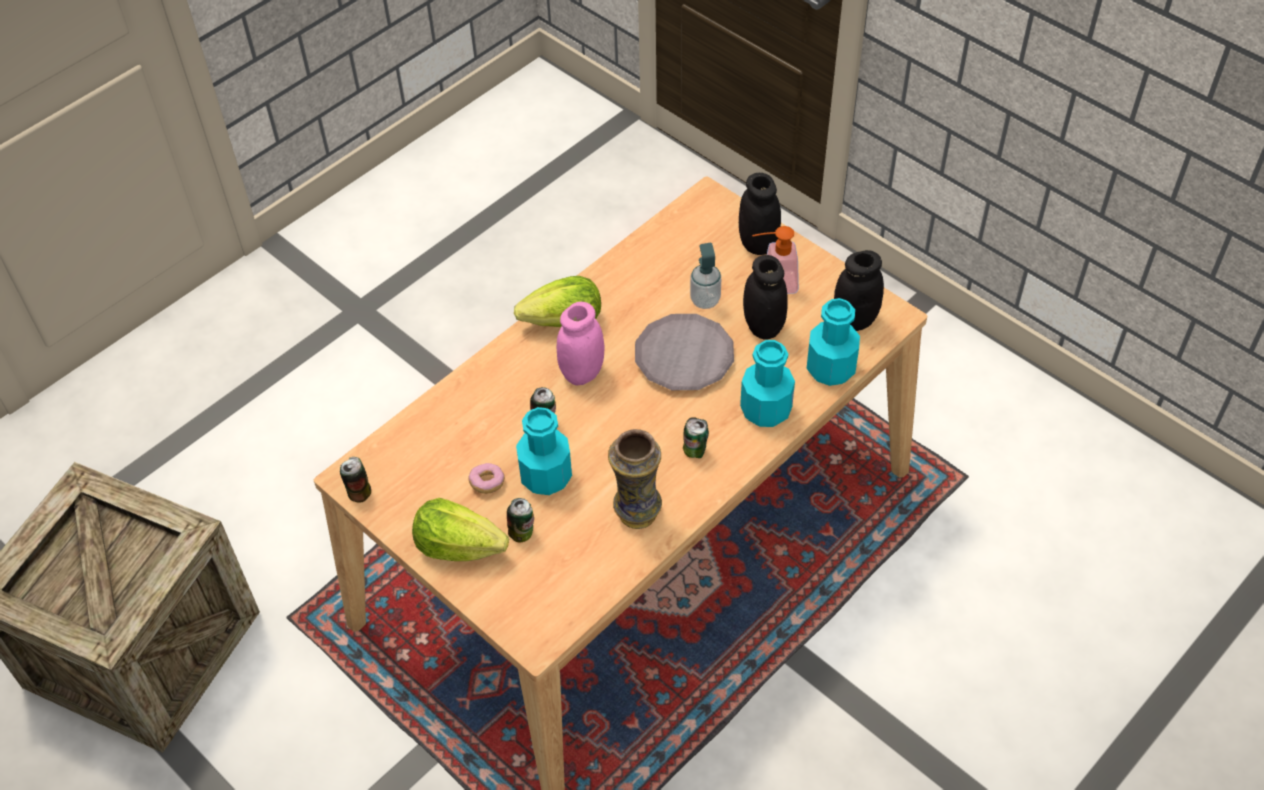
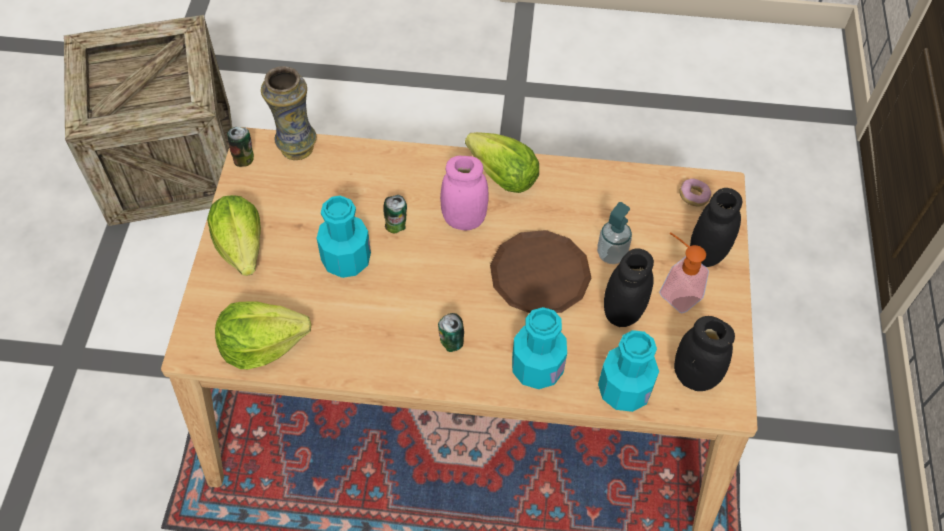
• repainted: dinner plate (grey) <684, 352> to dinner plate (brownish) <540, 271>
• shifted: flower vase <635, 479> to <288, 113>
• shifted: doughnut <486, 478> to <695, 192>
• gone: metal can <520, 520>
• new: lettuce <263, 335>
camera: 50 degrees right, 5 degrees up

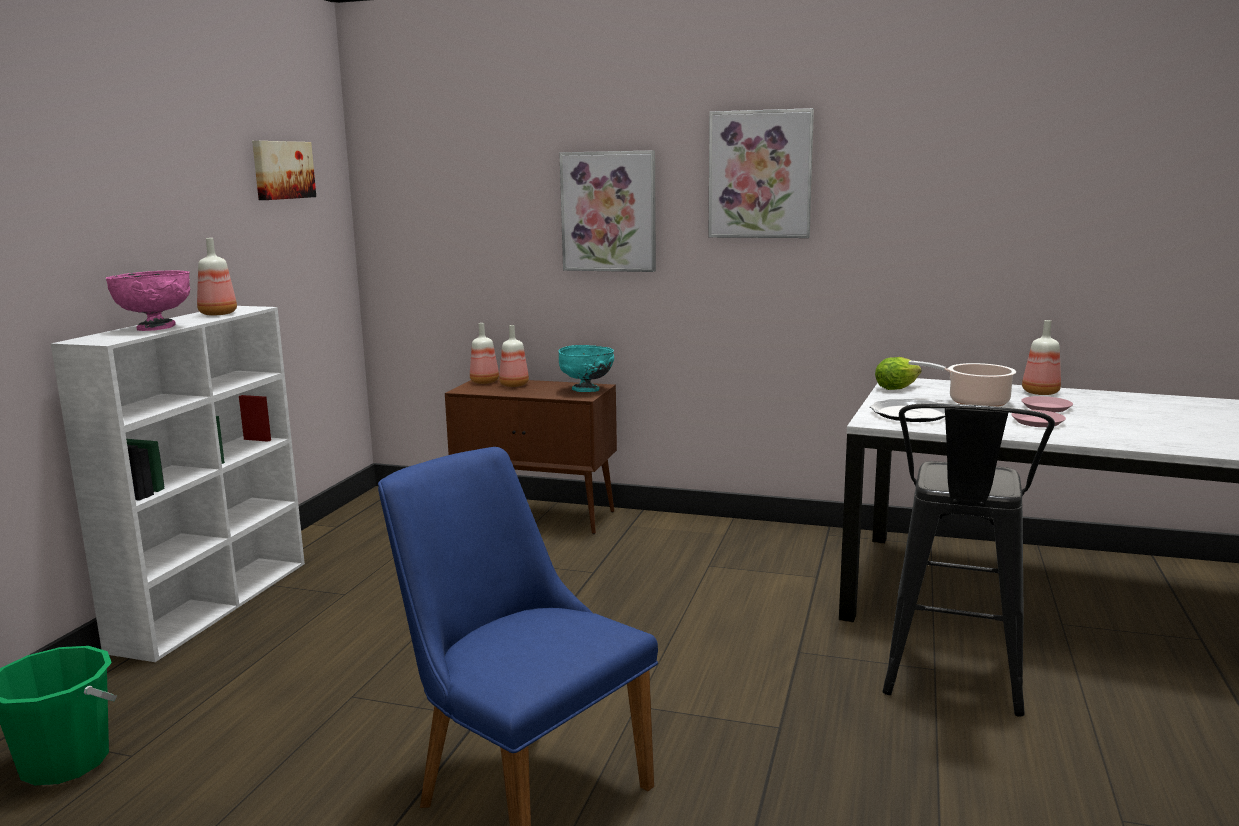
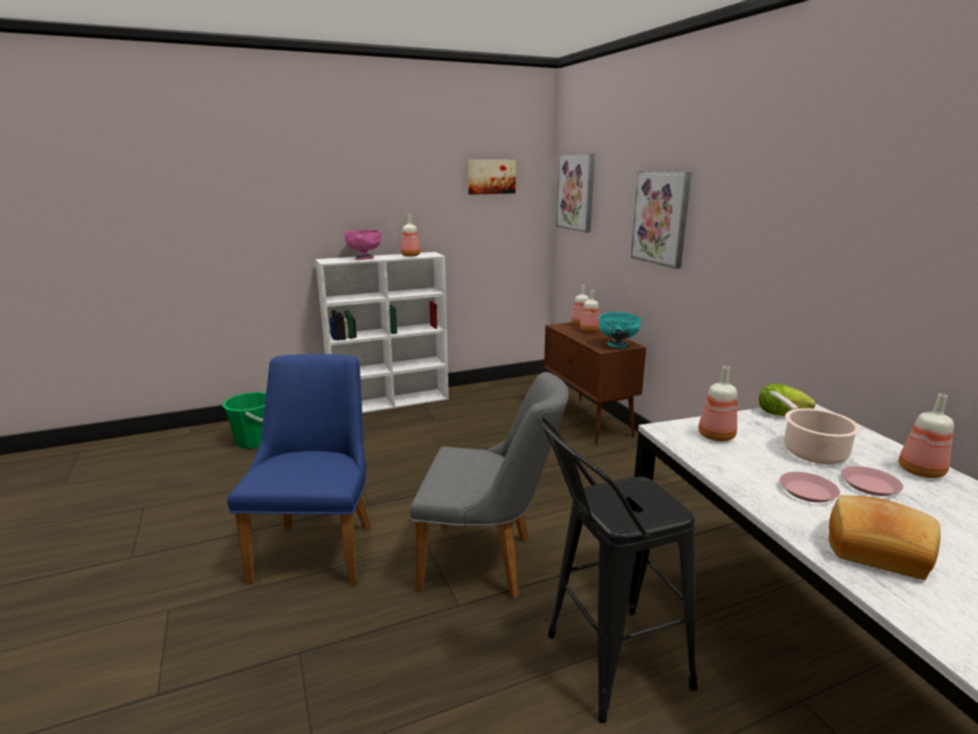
• shifted: wall art <761, 173> to <575, 193>
• swapped: dinner plate <907, 410> to drink bottle <717, 403>
• new: chair (grey) <489, 485>
• new: baked bread <885, 537>
camera: 50 degrees right, 5 degrees up

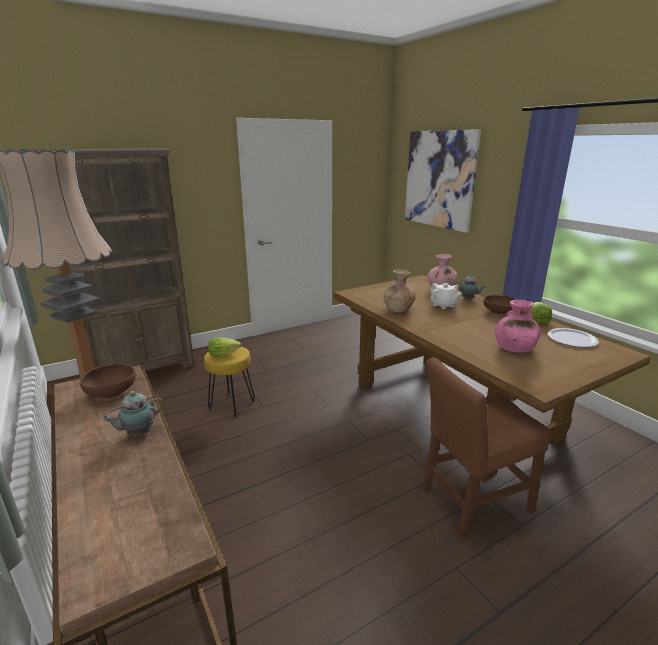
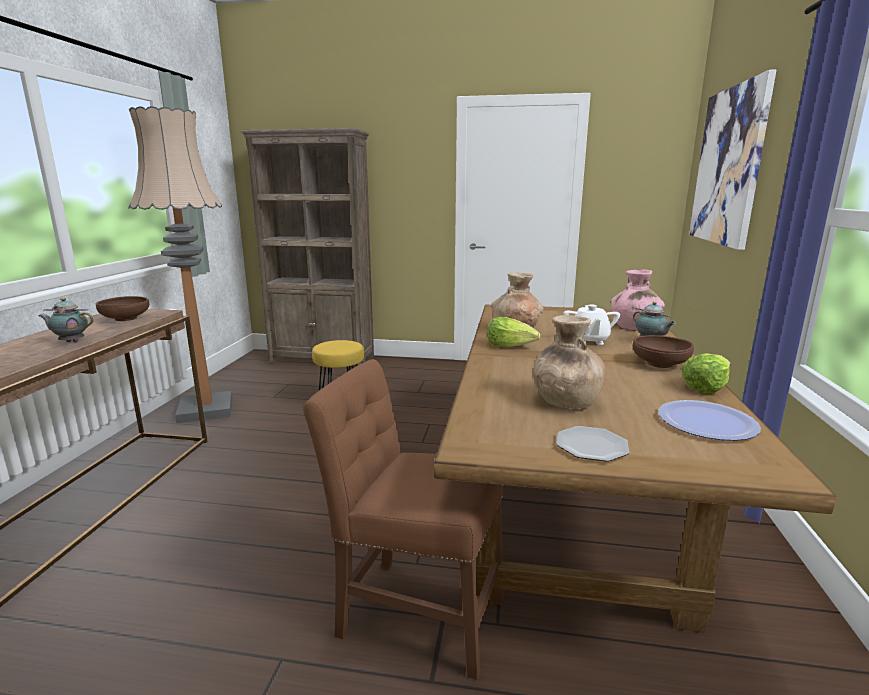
• repainted: flower vase (pink) <518, 326> to flower vase (brownish) <569, 362>
• shifted: lettuce <225, 347> to <513, 332>
• new: dinner plate <593, 444>
camera: 40 degrees right, 5 degrees down

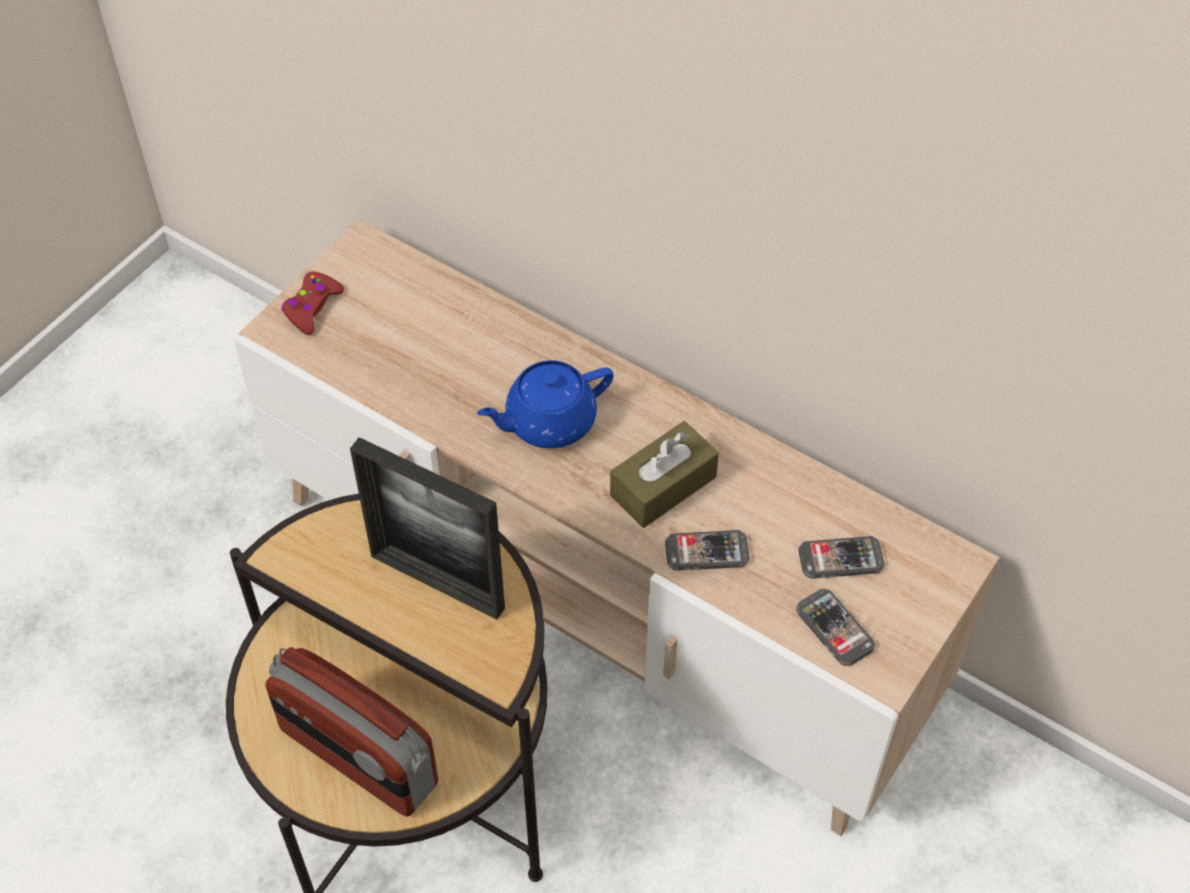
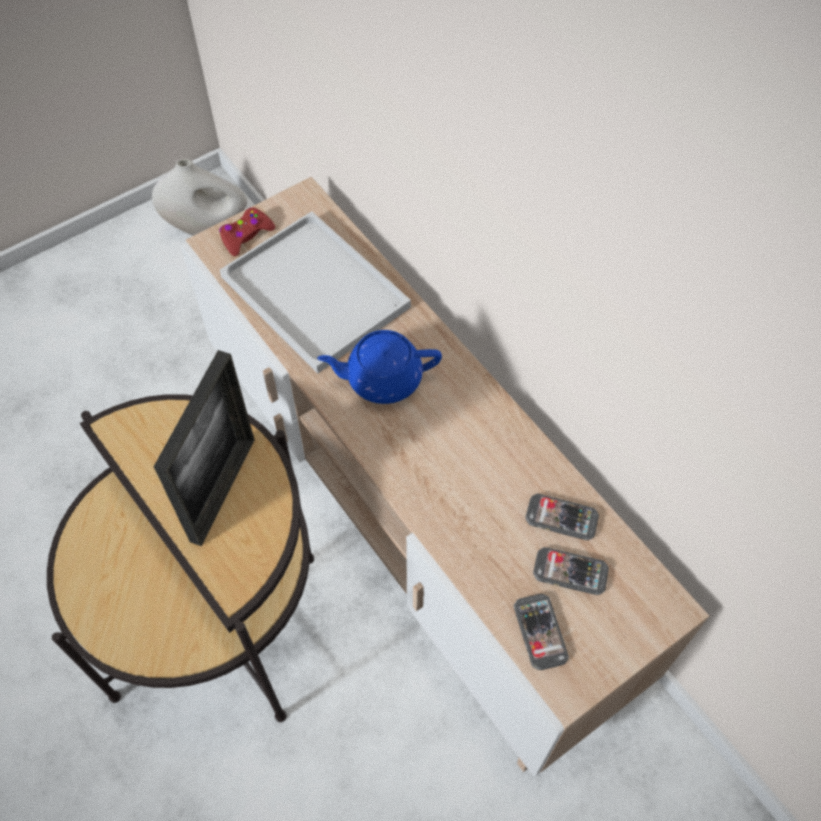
• gone: tissue holder (brownish) <664, 474>
• rotated: photo frame <427, 528> = <204, 448> 120 degrees counterclockwise
• shifted: telephone <707, 550> to <562, 517>
• gone: radio <351, 731>
• new: flower vase (white-coloured) <199, 197>
• new: tray (white-coloured) <315, 292>
camera: 20 degrees right, 5 degrees up

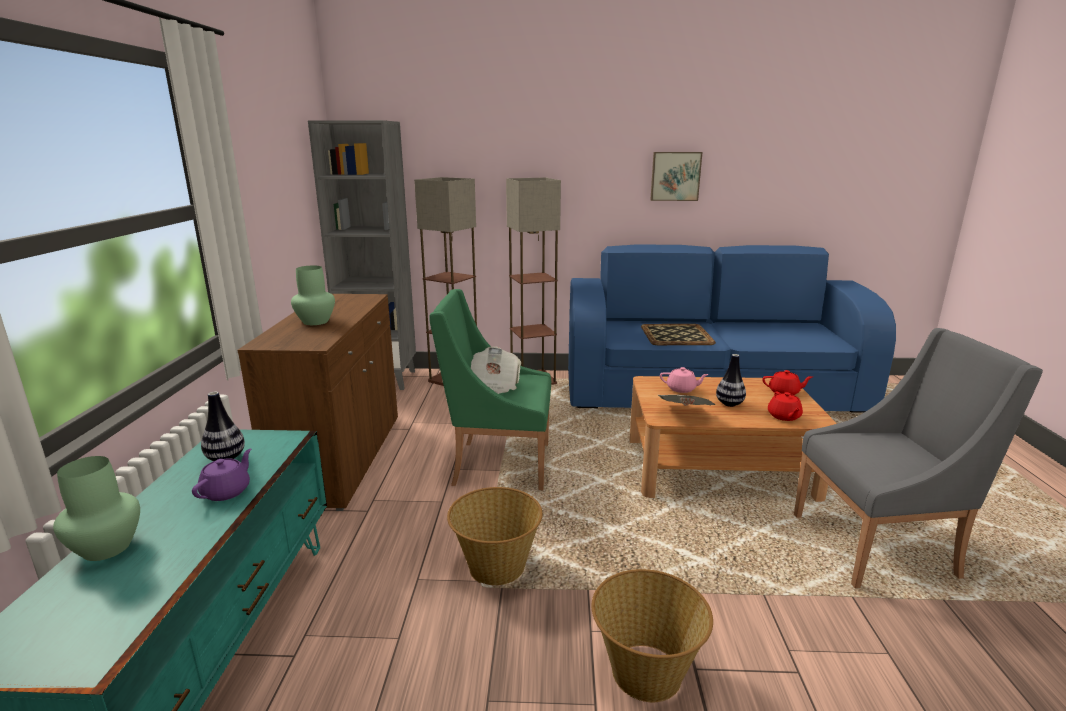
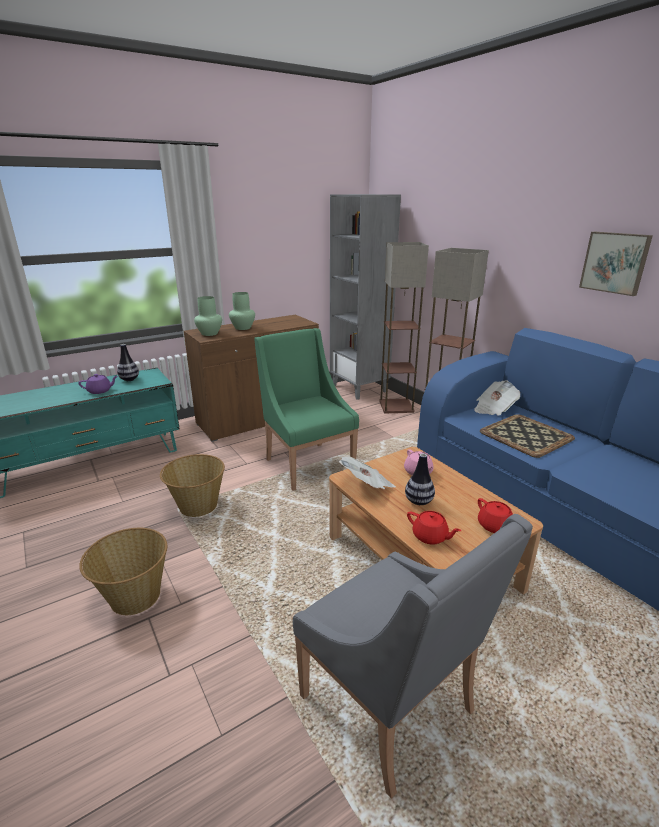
• shifted: printed paper <496, 370> to <497, 397>
• rotated: pot for tea (red) <785, 406> = <434, 528> 105 degrees counterclockwise
• shifted: flower vase (green) <96, 508> to <208, 316>
camera: 55 degrees right, 5 degrees up

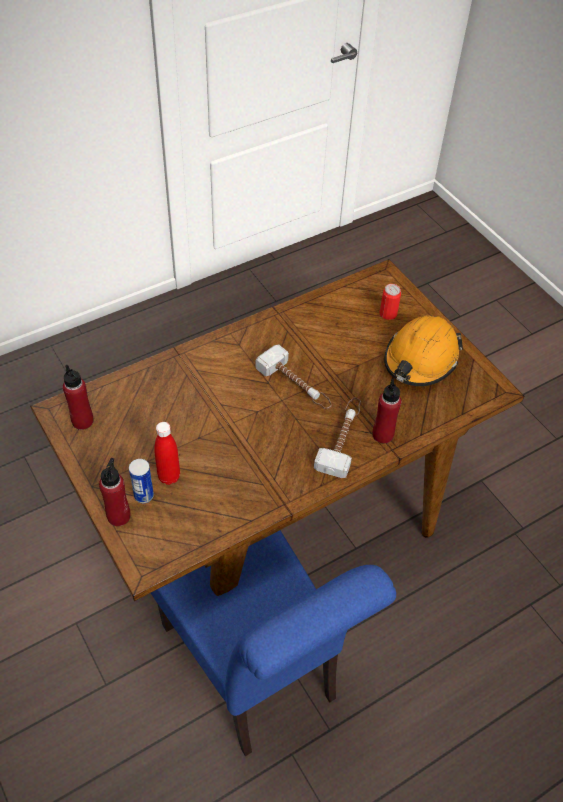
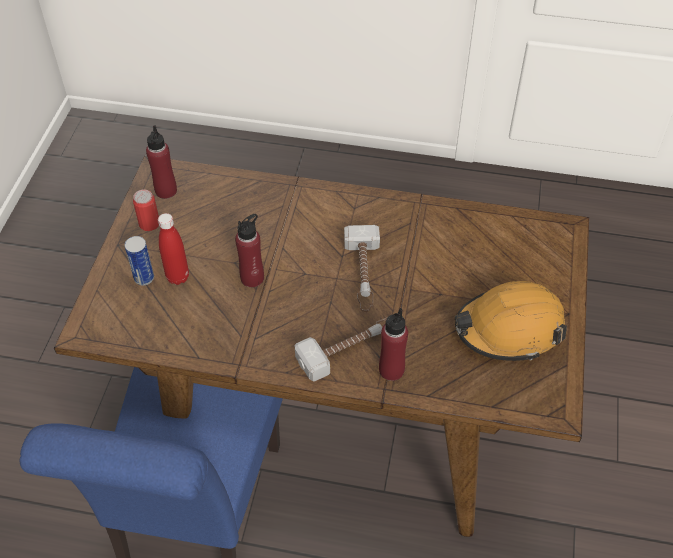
• shifted: metal can <390, 302> to <146, 210>
• shifted: drink bottle (red) <115, 492> to <249, 250>
camera: 45 degrees right, 0 degrees up

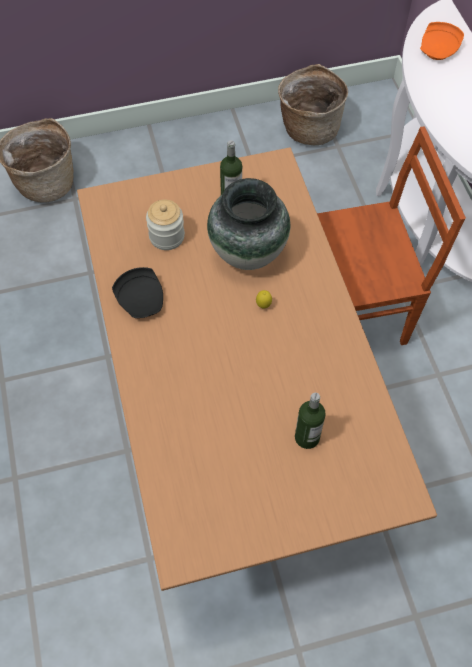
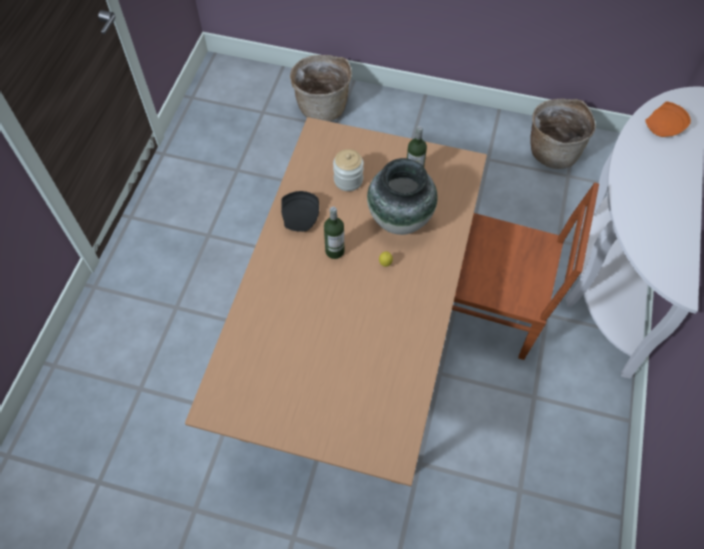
• shifted: drink bottle <310, 421> to <334, 233>
camera: 30 degrees right, 0 degrees up

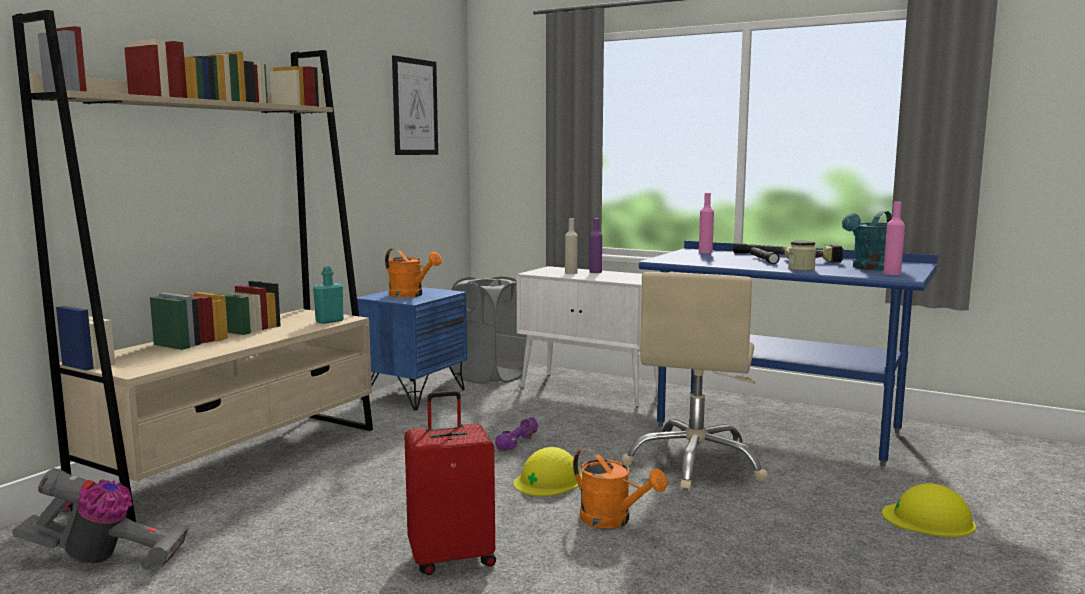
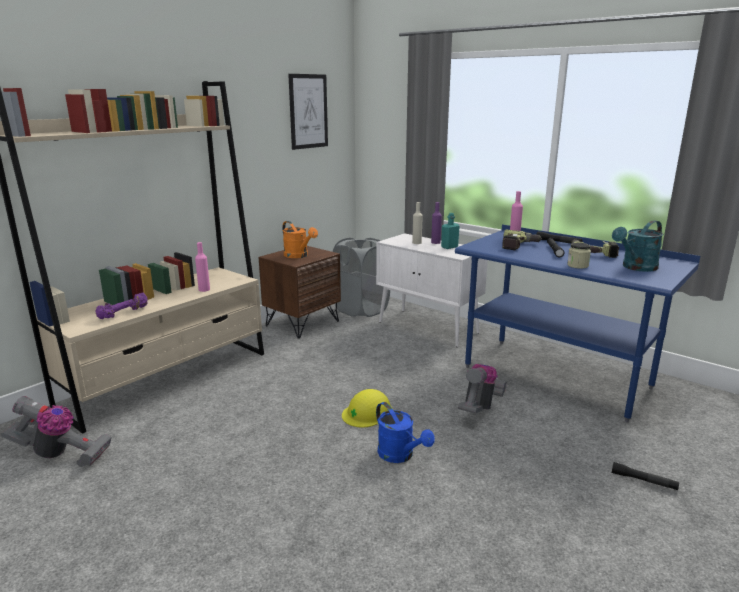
• shifted: drink bottle (pink) <894, 238> to <202, 267>
• shifted: drink bottle (blue-green) <328, 295> to <450, 231>
• swapped: office chair (beige) <695, 382> to vacuum <482, 389>
• repainted: bedside table (bluish) <412, 348> to bedside table (brownish) <300, 292>
• gone: piece of luggage (red) <450, 482>
• shifted: hand weight (purplish) <516, 434> to <121, 306>
• repainted: sprinkling can (orange-coloured) <620, 488> to sprinkling can (bluish) <405, 432>
• swapped: work helmet (yellow-coloured) <929, 510> to torch (black-coloured) <645, 476>
• new: electric drill <521, 239>
camera: 10 degrees right, 10 degrees up

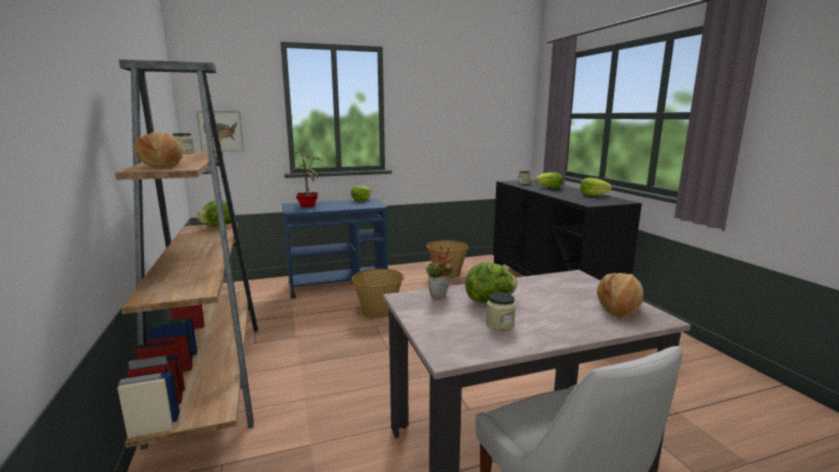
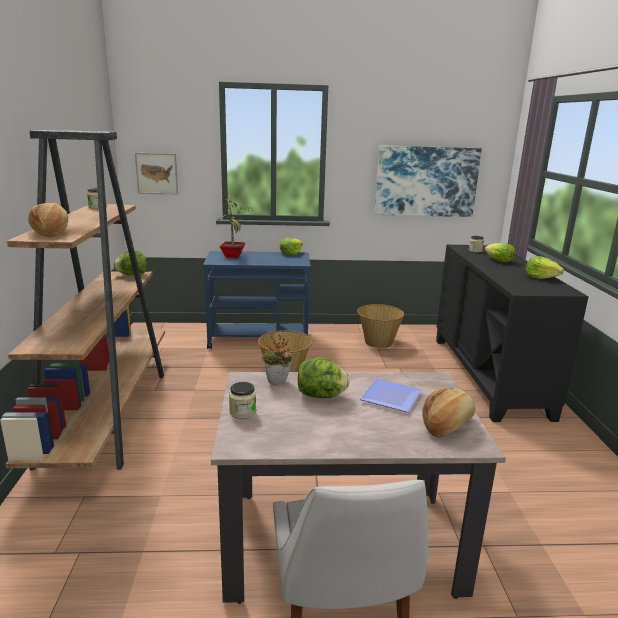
• shifted: storage jar <501, 311> to <242, 400>
• new: wall art <428, 181>
• new: dinner plate <391, 395>
camera: 15 degrees right, 5 degrees up

